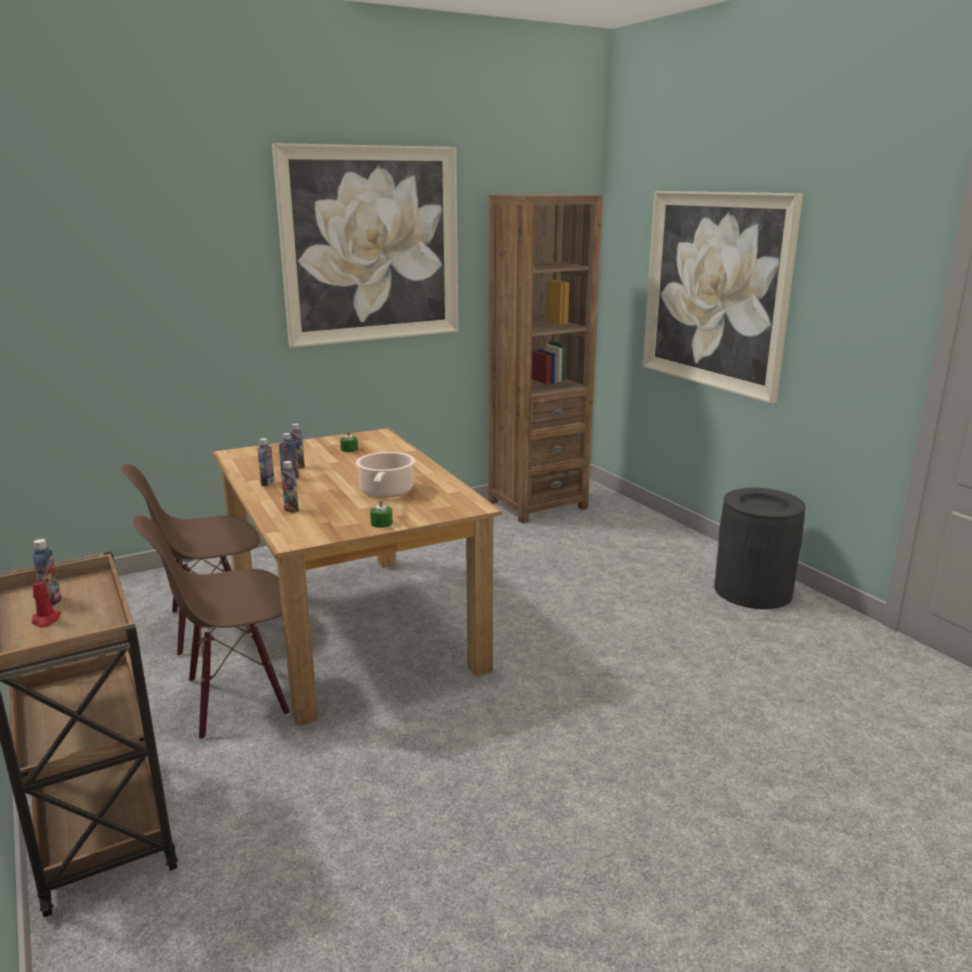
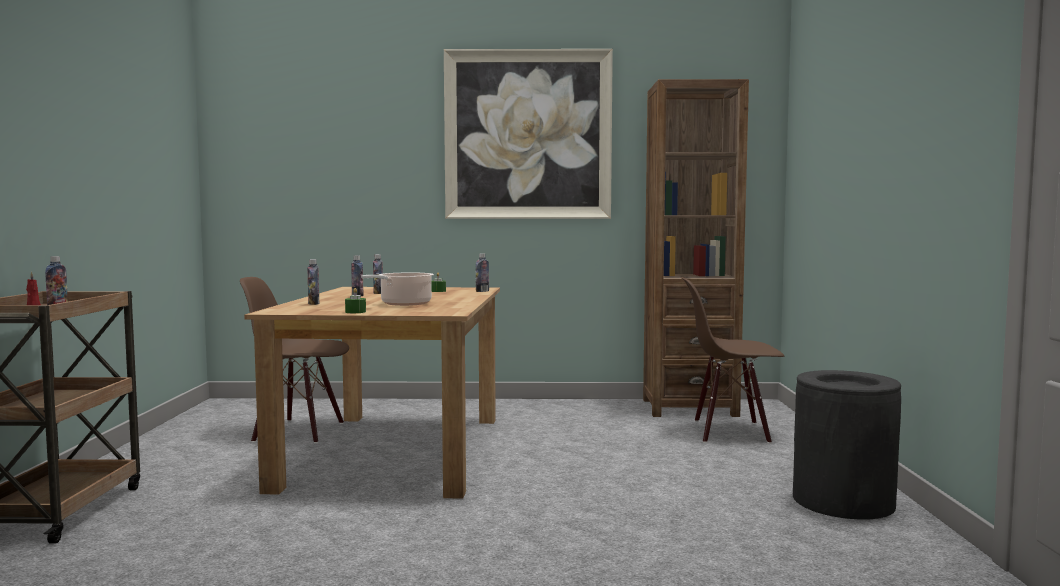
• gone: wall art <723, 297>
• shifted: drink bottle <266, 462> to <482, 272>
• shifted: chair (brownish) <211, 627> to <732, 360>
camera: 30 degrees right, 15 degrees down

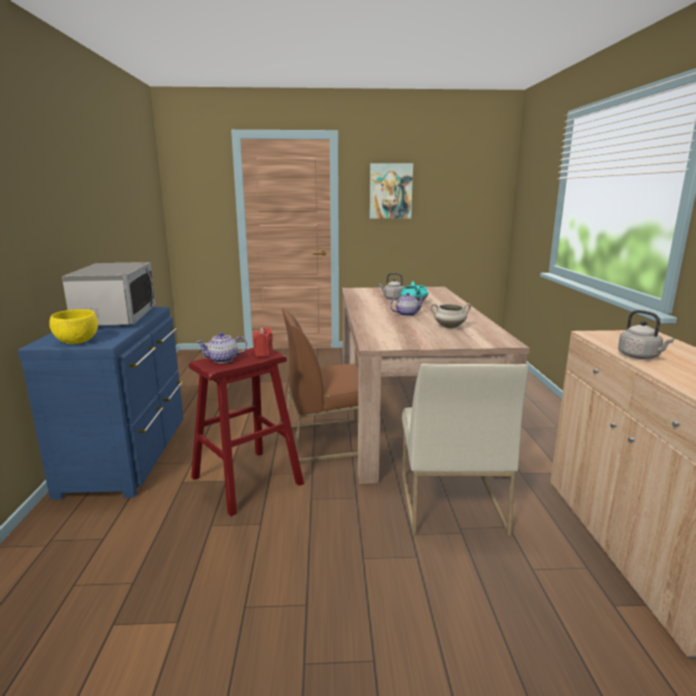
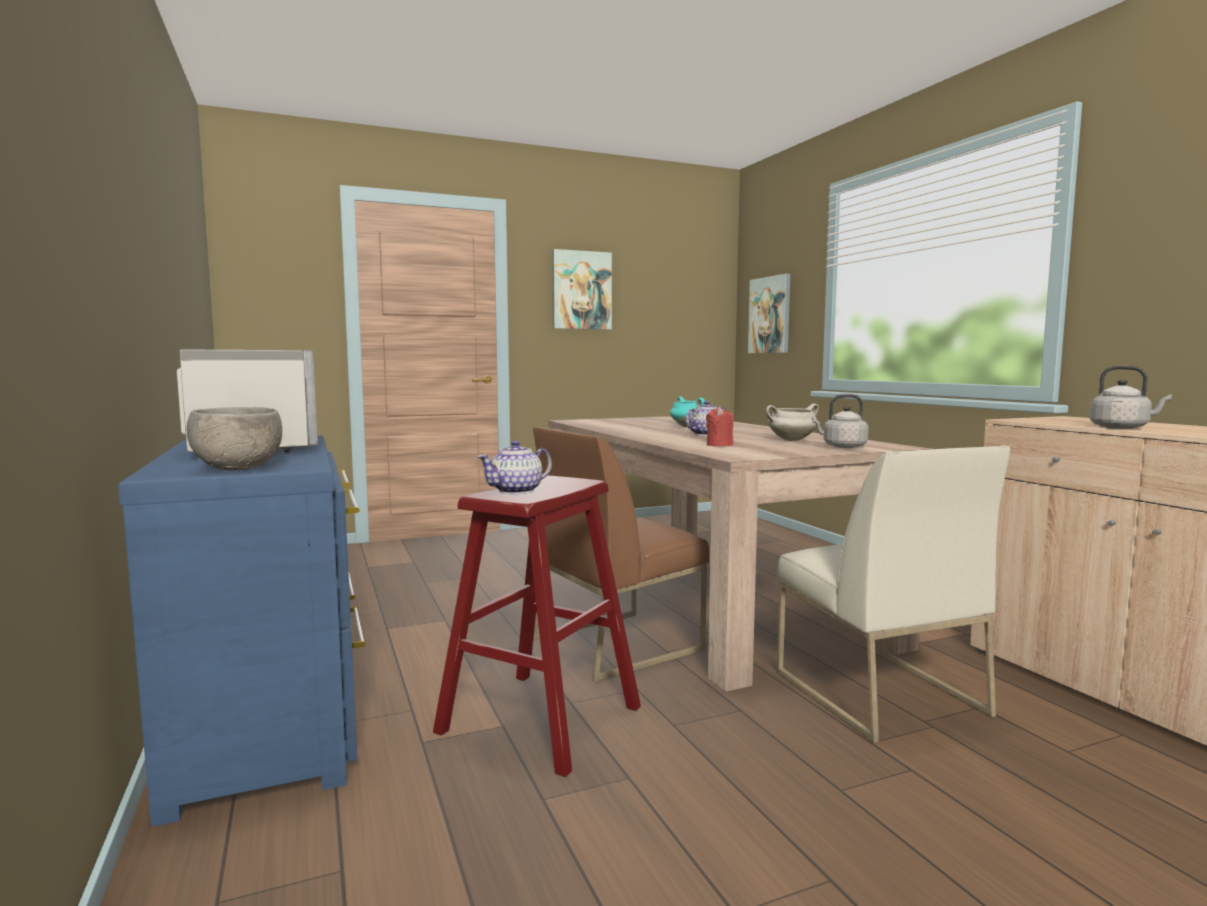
• shifted: tea kettle (grey) <391, 286> to <840, 421>
• repainted: serving bowl (yellow-coloured) <73, 326> to serving bowl (grey) <234, 439>
• shifted: wax light (red) <263, 342> to <720, 427>
• new: wall art <769, 313>
camera: 20 degrees left, 10 degrees down

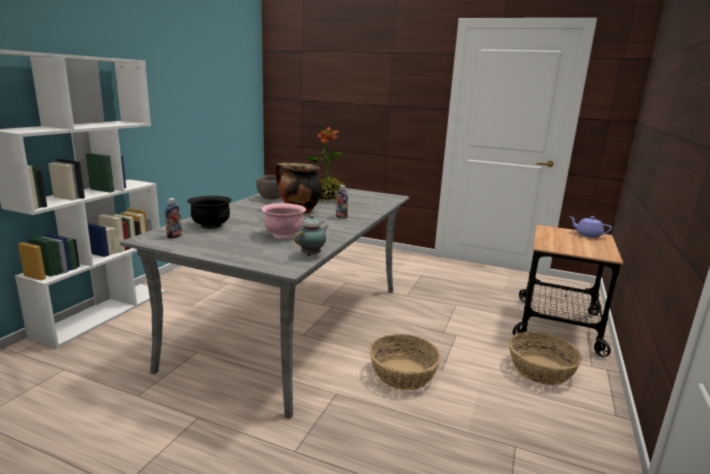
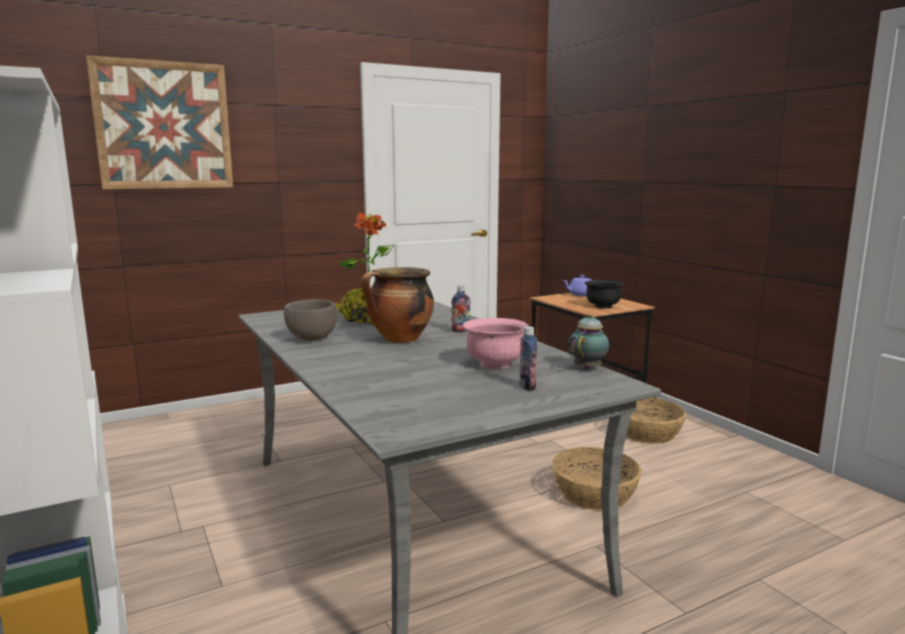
• shifted: serving bowl (black-coloured) <209, 212> to <604, 294>
• shifted: drink bottle <173, 218> to <528, 358>
• rotated: pot for tea <311, 235> = <588, 341> 45 degrees clockwise
• new: wall art <159, 122>
camera: 50 degrees left, 5 degrees down

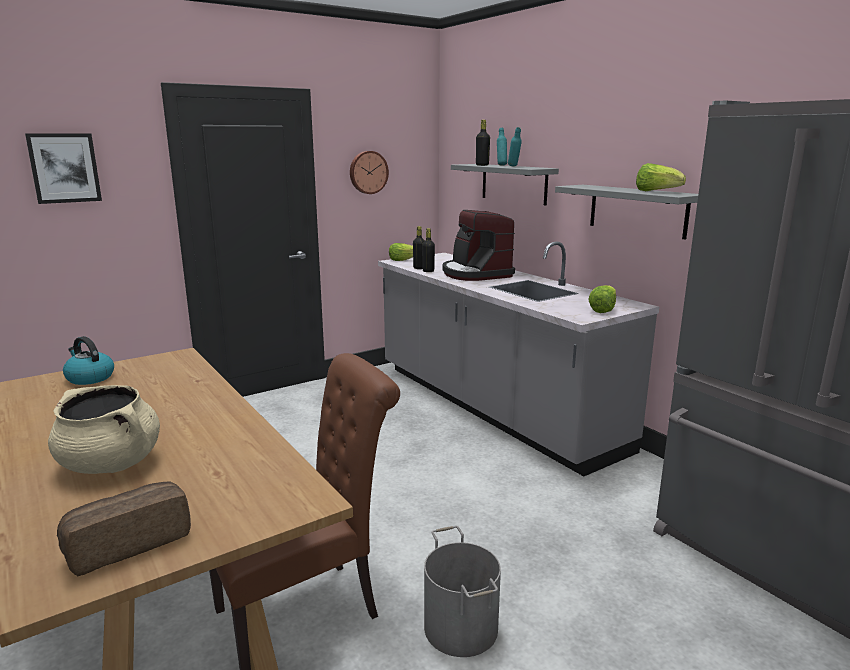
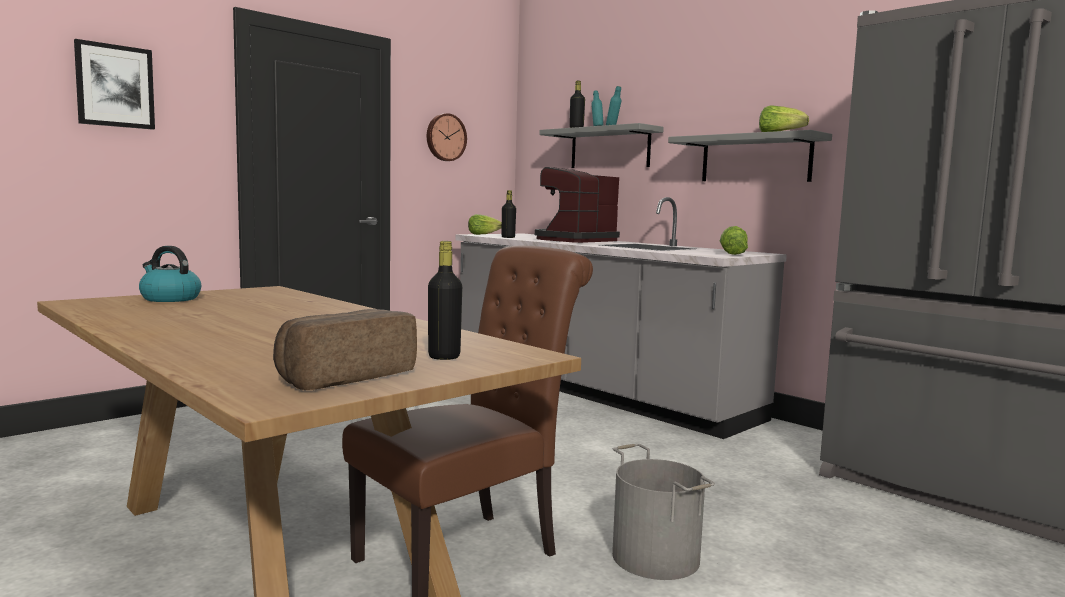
• rotated: coffee machine <479, 245> = <577, 205> 75 degrees clockwise
• shifted: drink bottle (black-coloured) <428, 250> to <445, 300>
• gone: cooking pot (beige) <104, 429>
camera: 10 degrees left, 10 degrees down

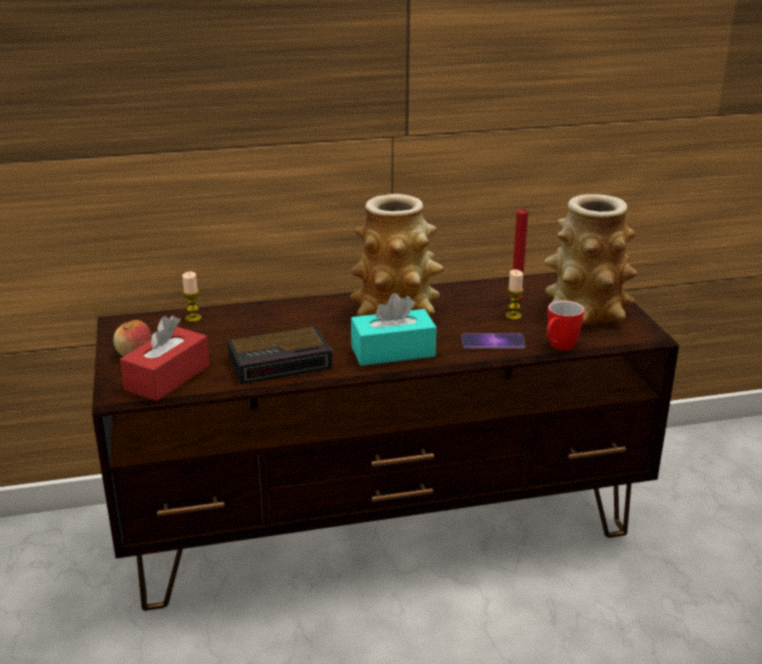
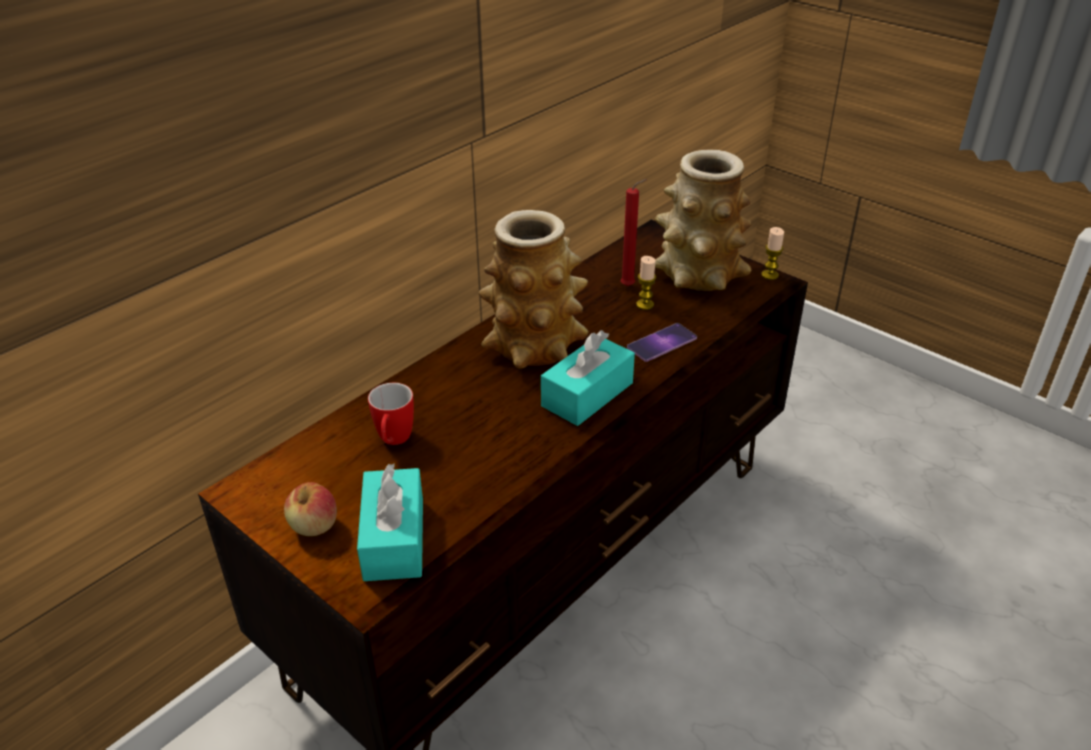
• shifted: wax light <192, 297> to <773, 253>
• shifted: mug <565, 325> to <391, 414>
• repainted: tissue holder (red) <165, 358> to tissue holder (blue-green) <390, 522>
• gone: bedside clock <280, 355>
camera: 35 degrees left, 10 degrees up

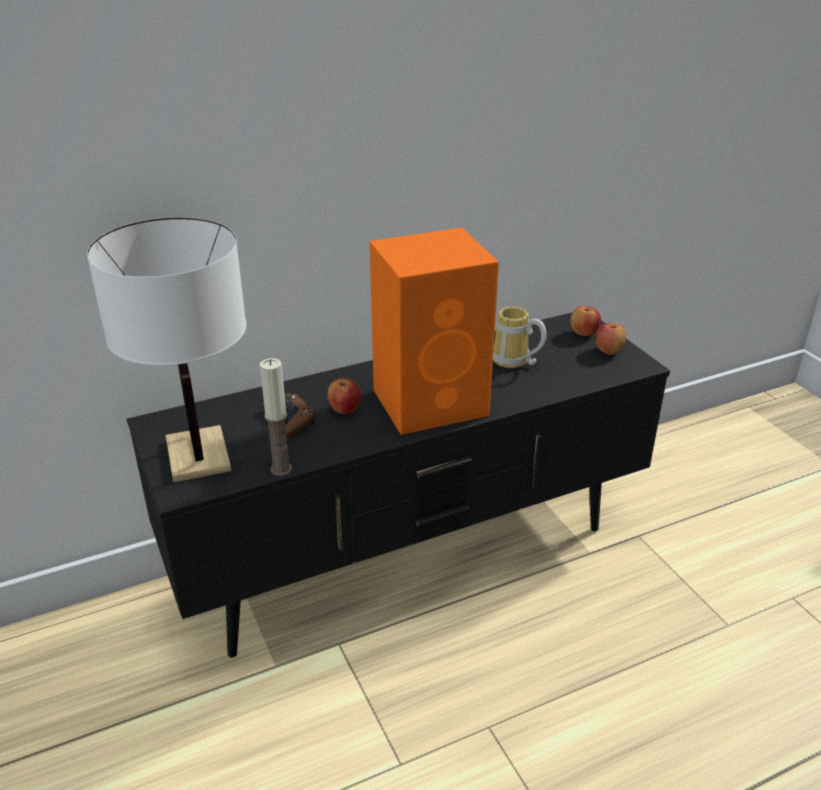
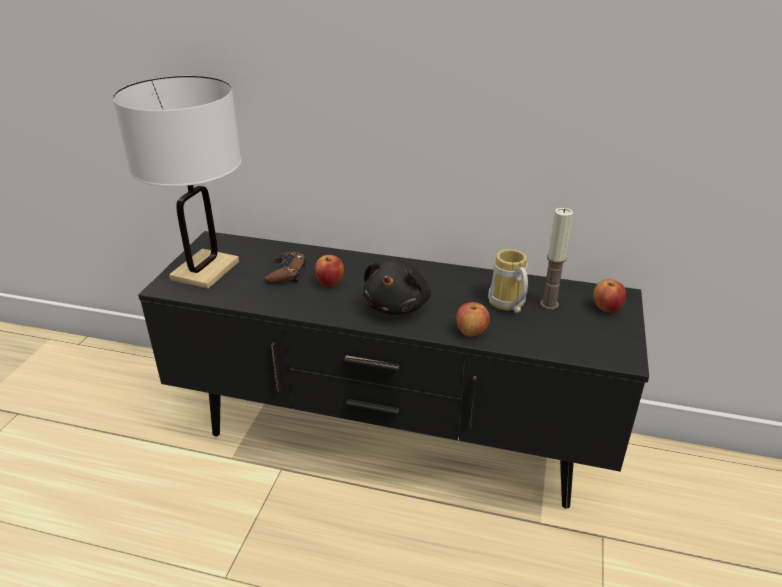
• swapped: audio speaker (orange-coloured) <434, 331> to cuddly toy (black-coloured) <397, 287>
• shifted: apple fruit <610, 339> to <473, 319>
• shifted: wax light <276, 417> to <556, 259>
camera: 40 degrees right, 0 degrees up

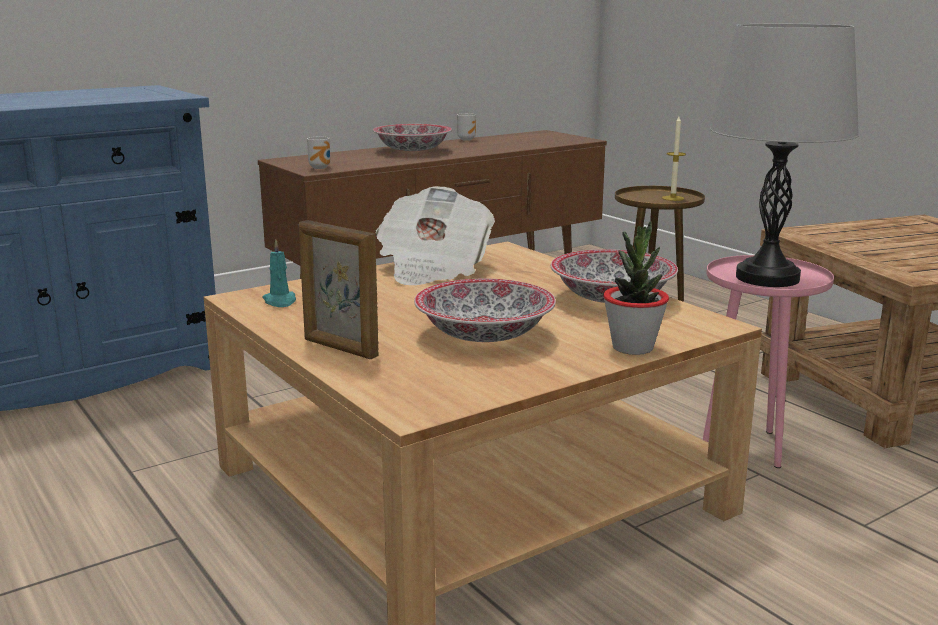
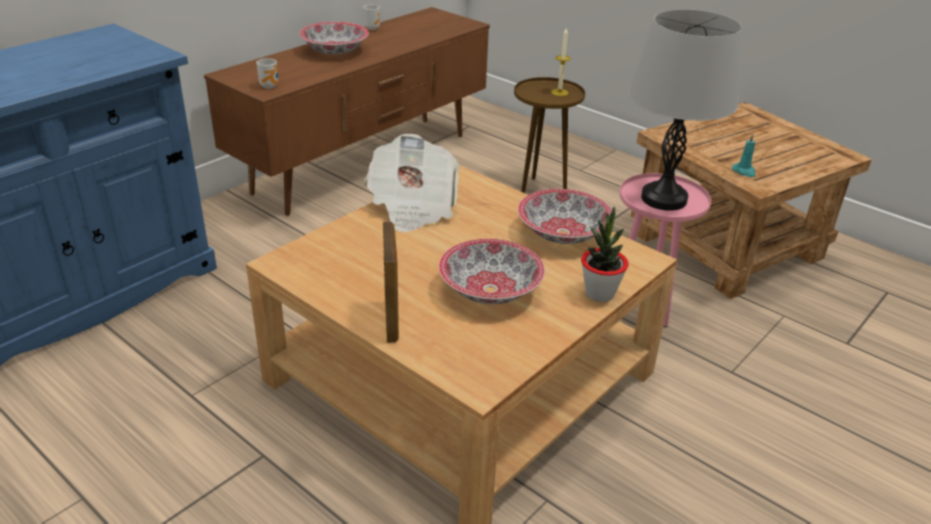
• rotated: photo frame <339, 290> = <391, 282> 120 degrees counterclockwise
• shifted: wax light (blue-green) <279, 273> to <743, 155>
camera: 15 degrees left, 15 degrees up

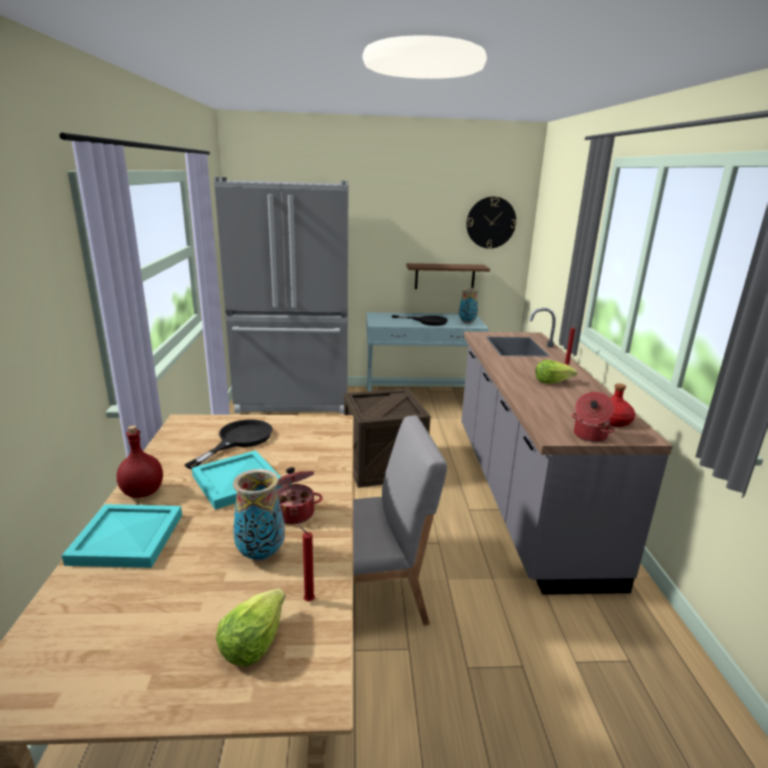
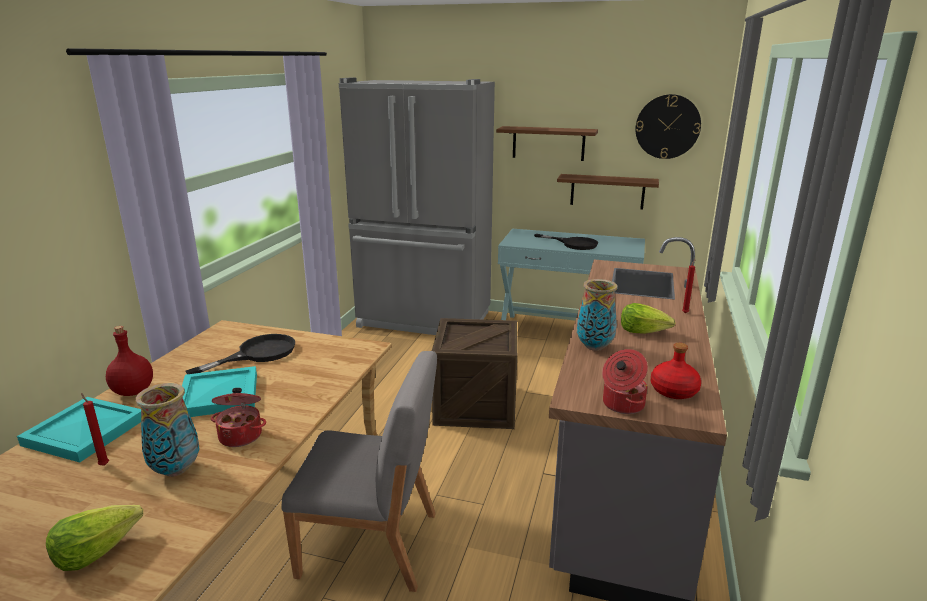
• shifted: flower vase <469, 306> to <597, 315>
• shifted: wax light (red) <306, 563> to <95, 429>
• new: shelf (brownish) <547, 143>
camera: 20 degrees right, 0 degrees up

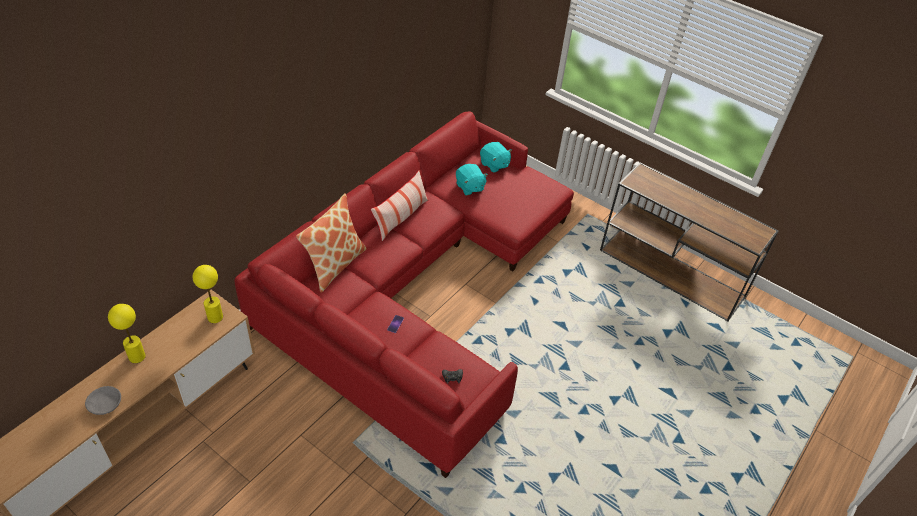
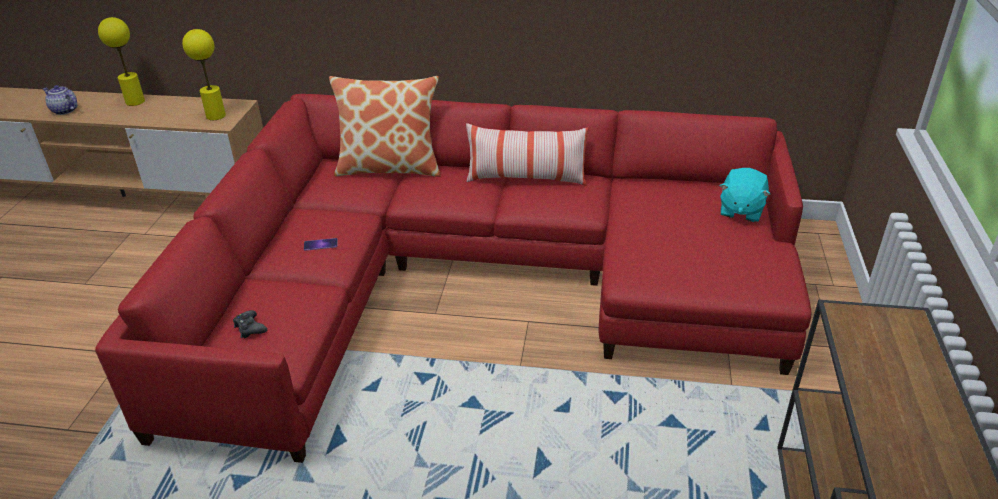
• gone: cuddly toy (blue-green) <472, 180>
• swapped: serving bowl (grey) <103, 400> to pot for tea <60, 100>
camera: 65 degrees right, 10 degrees down

